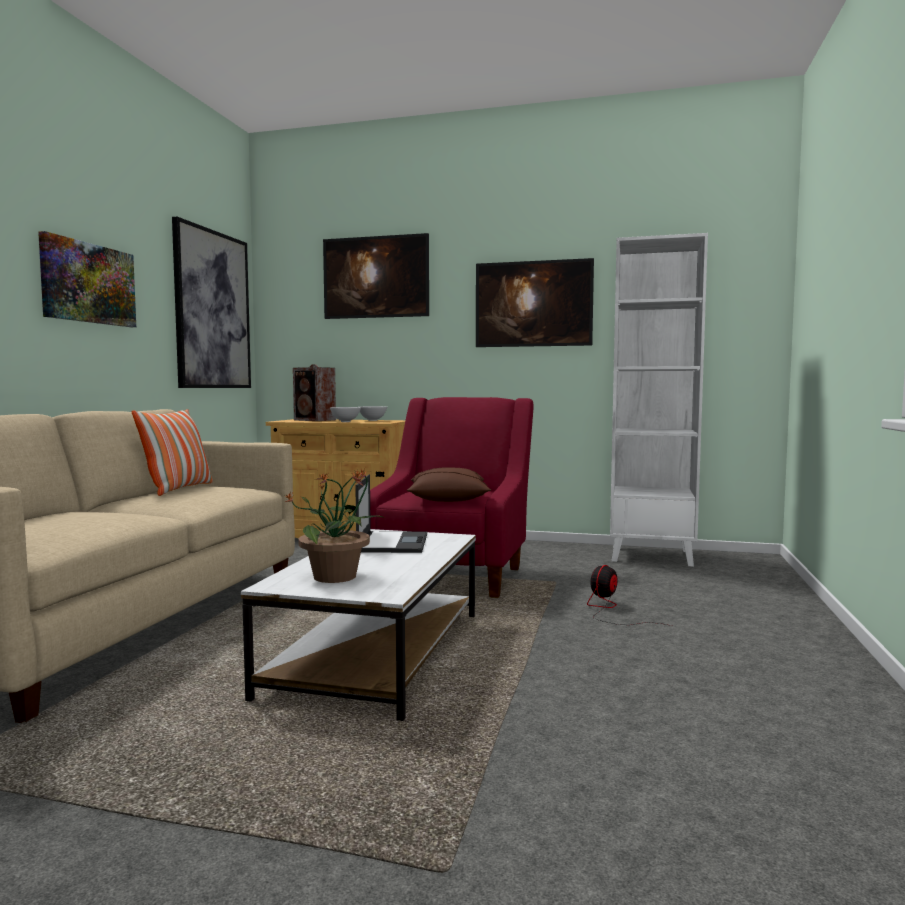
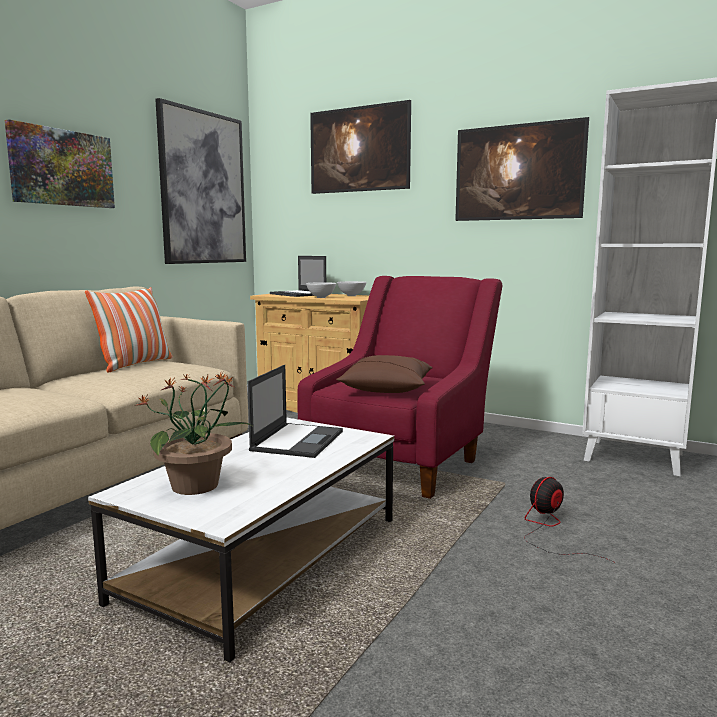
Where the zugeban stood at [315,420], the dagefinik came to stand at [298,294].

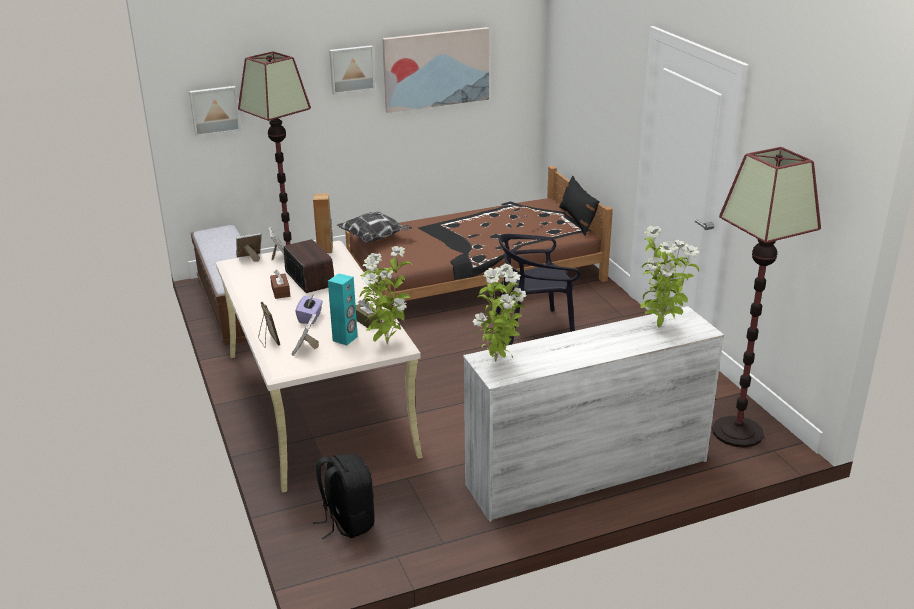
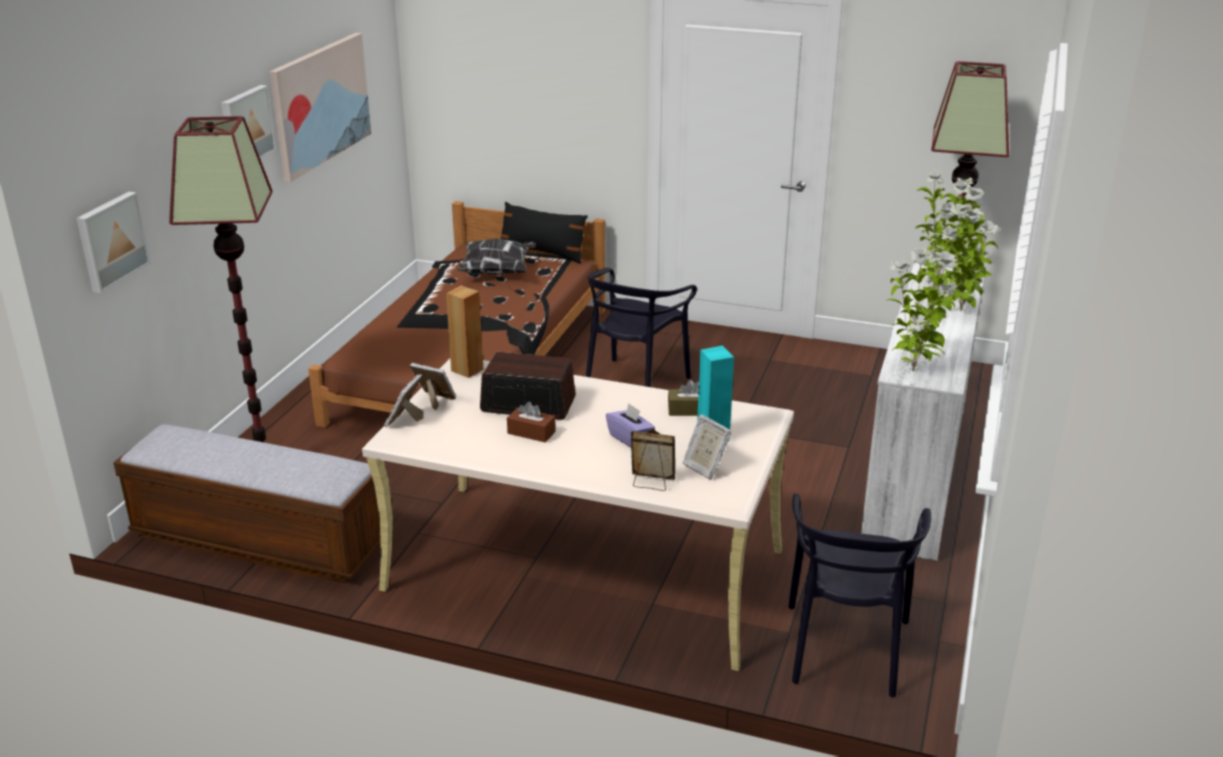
The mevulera ended up elsewhere, having gone from [375,238] to [498,271].
The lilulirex ended up elsewhere, having gone from [386,343] to [958,311].
Where the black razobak stood at [347,522], the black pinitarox came to stand at [845,648].

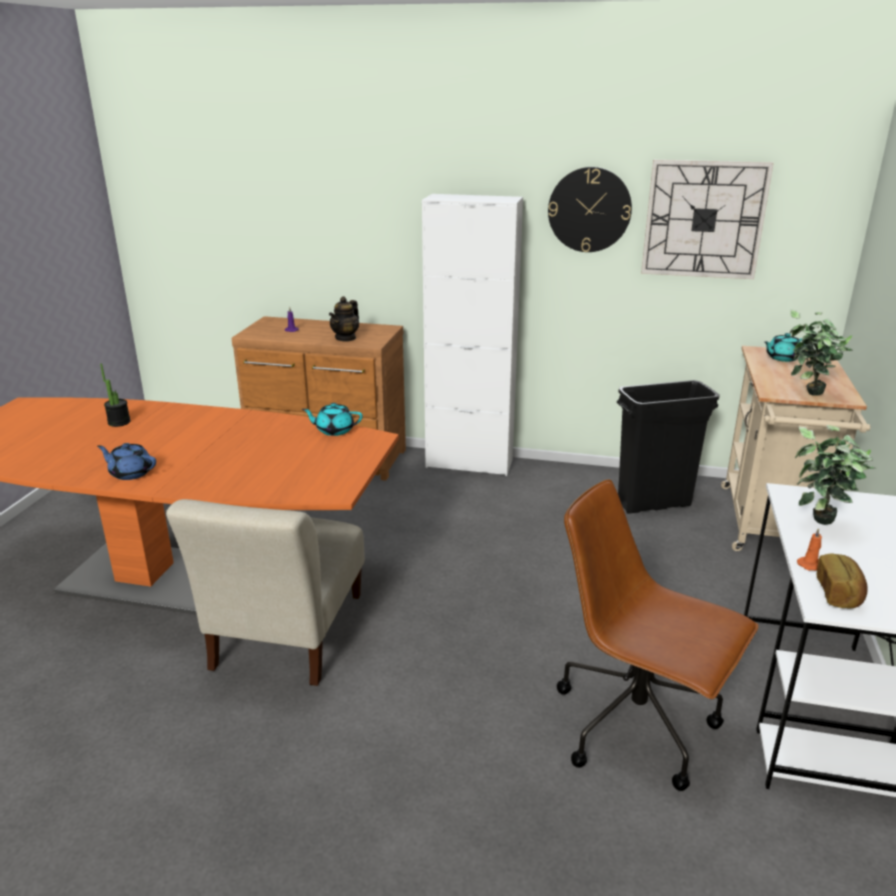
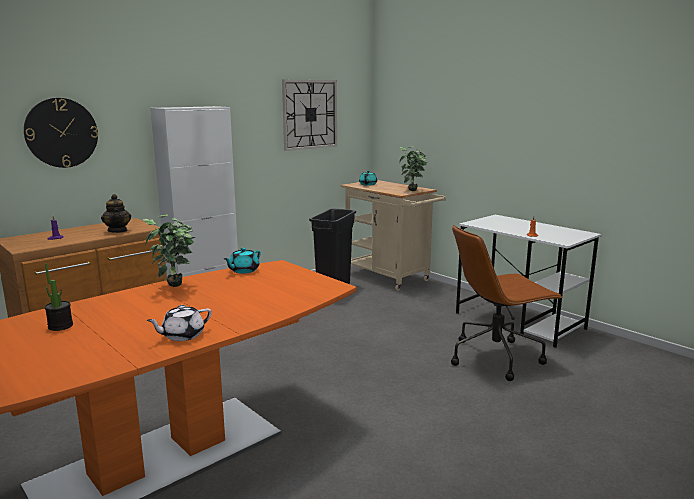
The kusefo ended up elsewhere, having gone from [589,210] to [61,133].
The lilulirex ended up elsewhere, having gone from [819,526] to [175,288].
What was the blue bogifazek at [130,473] turned into the white bogifazek at [182,335].
The second view lost the beige pinitarox at [286,636].
The second view lost the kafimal at [839,594].

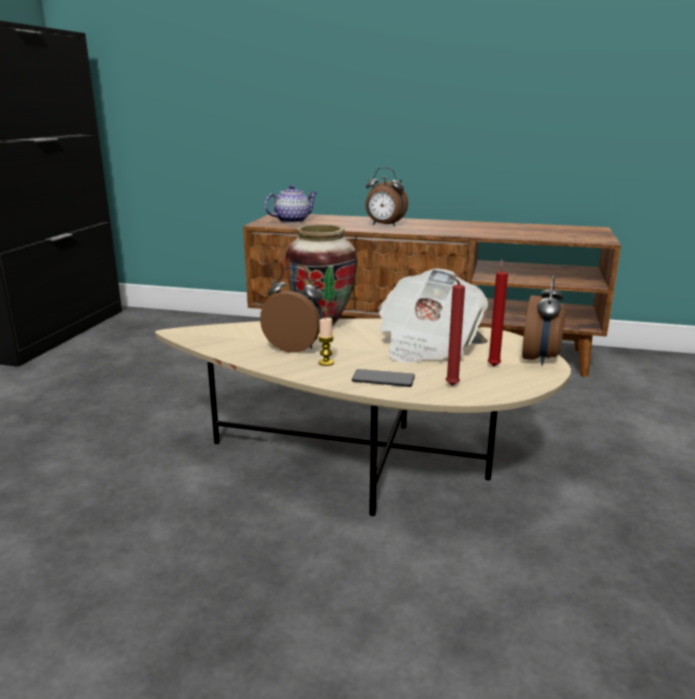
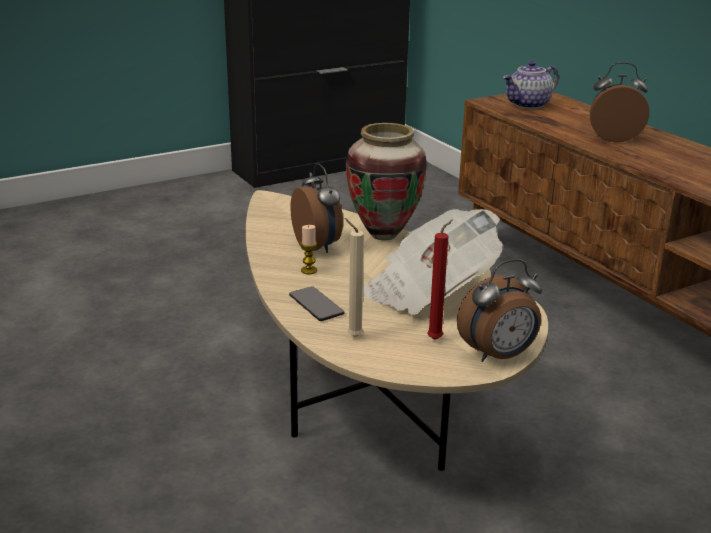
The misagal at [384,225] ended up facing another way, 120 degrees clockwise from before.
The bogifazek at [292,221] ended up facing another way, 135 degrees clockwise from before.
What was the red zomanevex at [450,385] turned into the beige zomanevex at [352,336].

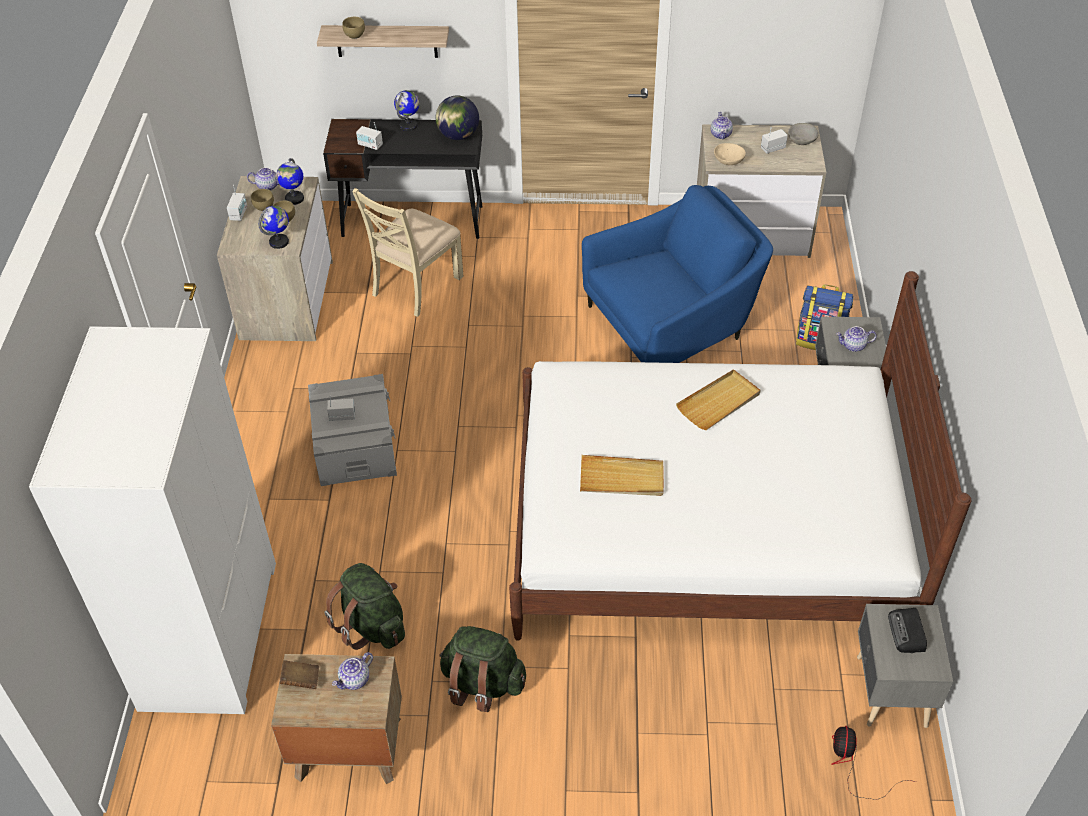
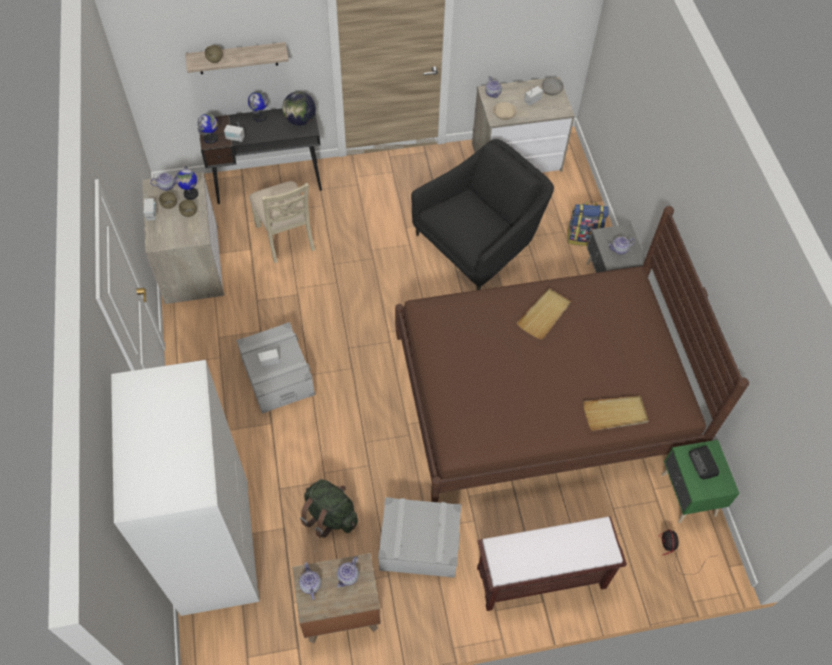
What was the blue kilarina at [672,326] turned into the black kilarina at [479,242].
The beige pinitarox at [416,285] ended up facing another way, 45 degrees counterclockwise from before.
The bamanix ended up elsewhere, having gone from [279,242] to [211,138].
What was the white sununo at [705,528] turned into the brown sununo at [540,397].
The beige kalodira ended up elsewhere, having gone from [622,479] to [615,414].
What was the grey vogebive at [889,692] turned into the green vogebive at [687,496].
Where the green razobak stood at [482,684], the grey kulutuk came to stand at [419,544].
Where the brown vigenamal stood at [301,680], the bogifazek came to stand at [310,584].
The second view gained the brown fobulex at [540,578].

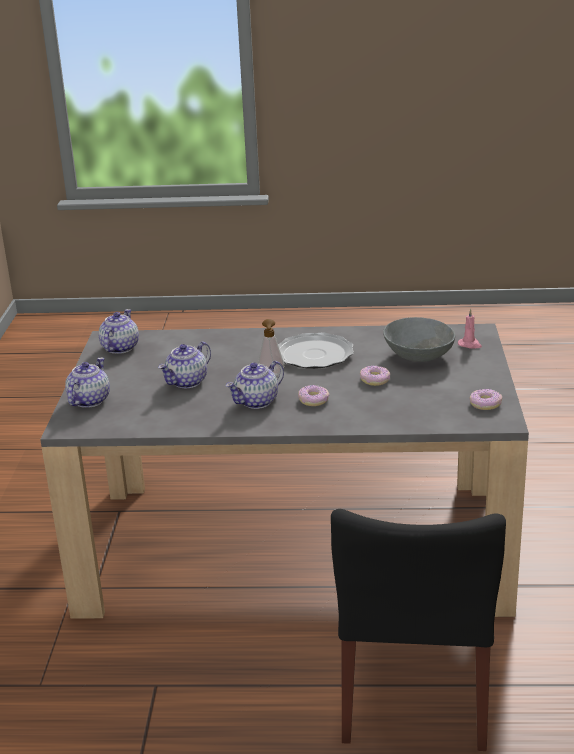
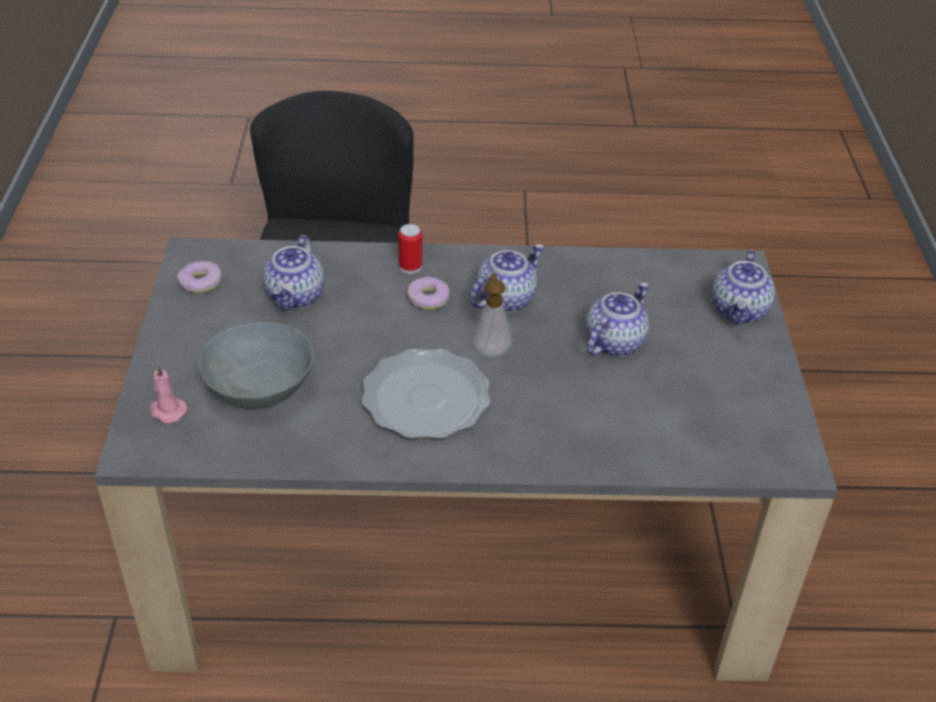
The bogifazek ended up elsewhere, having gone from [119,348] to [296,297].
The second view lost the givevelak at [375,380].
The second view gained the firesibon at [410,266].

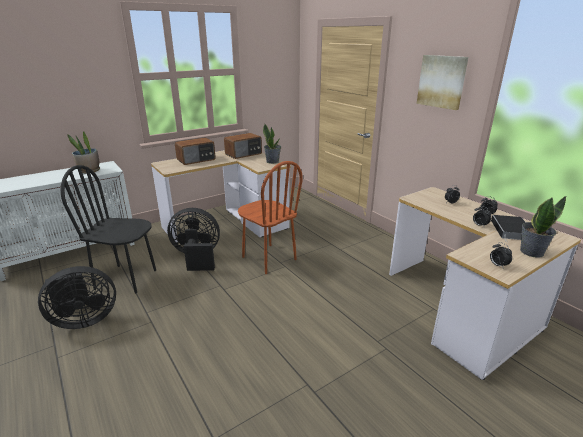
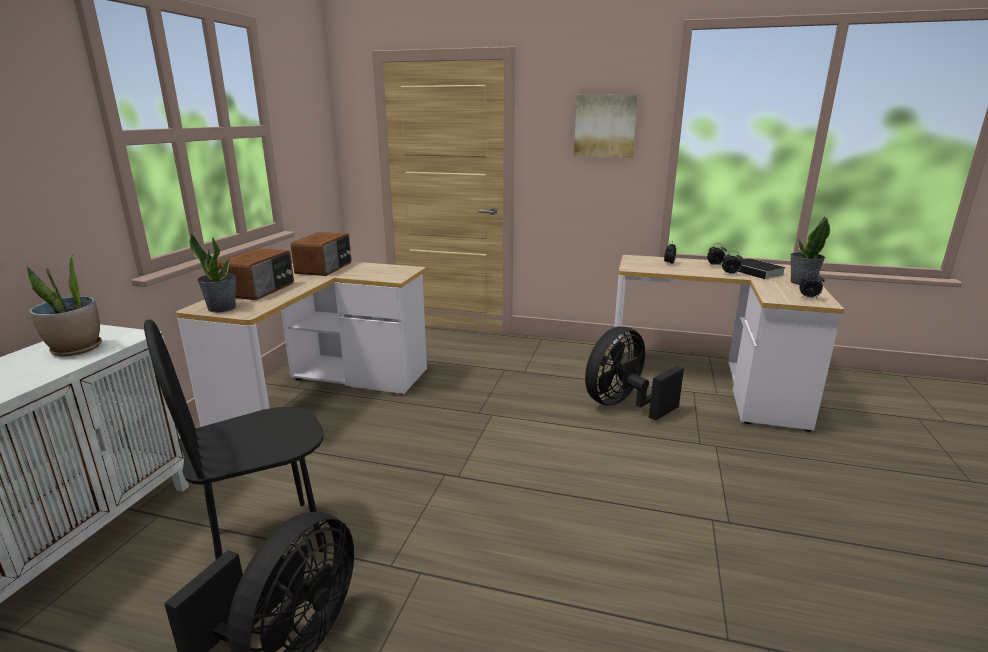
The lilulirex ended up elsewhere, having gone from [272,161] to [222,308].
The second view lost the brown pinitarox at [268,258].
The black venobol ended up elsewhere, having gone from [197,257] to [623,405].

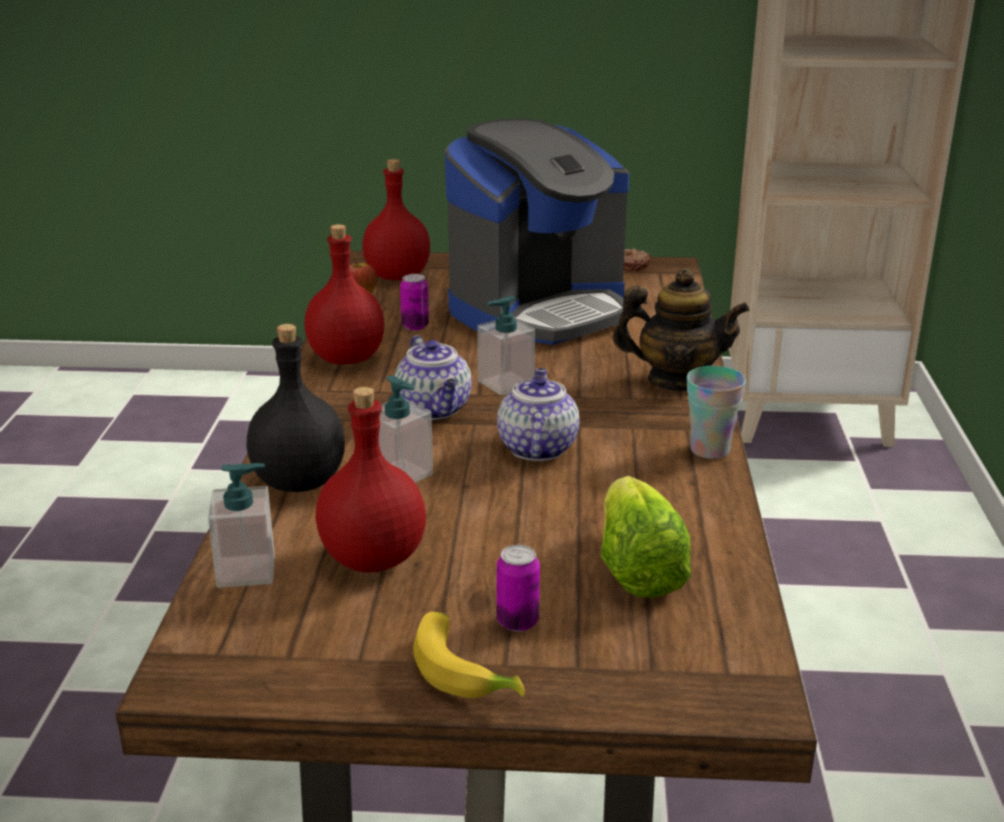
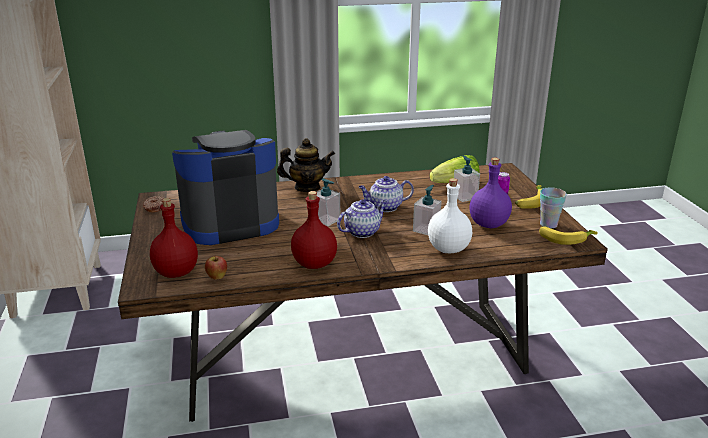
The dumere at [539,310] ended up facing another way, 60 degrees counterclockwise from before.
The bogifazek at [676,381] ended up facing another way, 90 degrees clockwise from before.
The second view lost the firesibon at [415,326].
What was the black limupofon at [300,481] turned into the white limupofon at [447,249].
The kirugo ended up elsewhere, having gone from [709,450] to [548,224].
What was the red limupofon at [373,557] turned into the purple limupofon at [488,224].
The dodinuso ended up elsewhere, having gone from [246,570] to [465,197].
The second view gained the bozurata at [565,238].

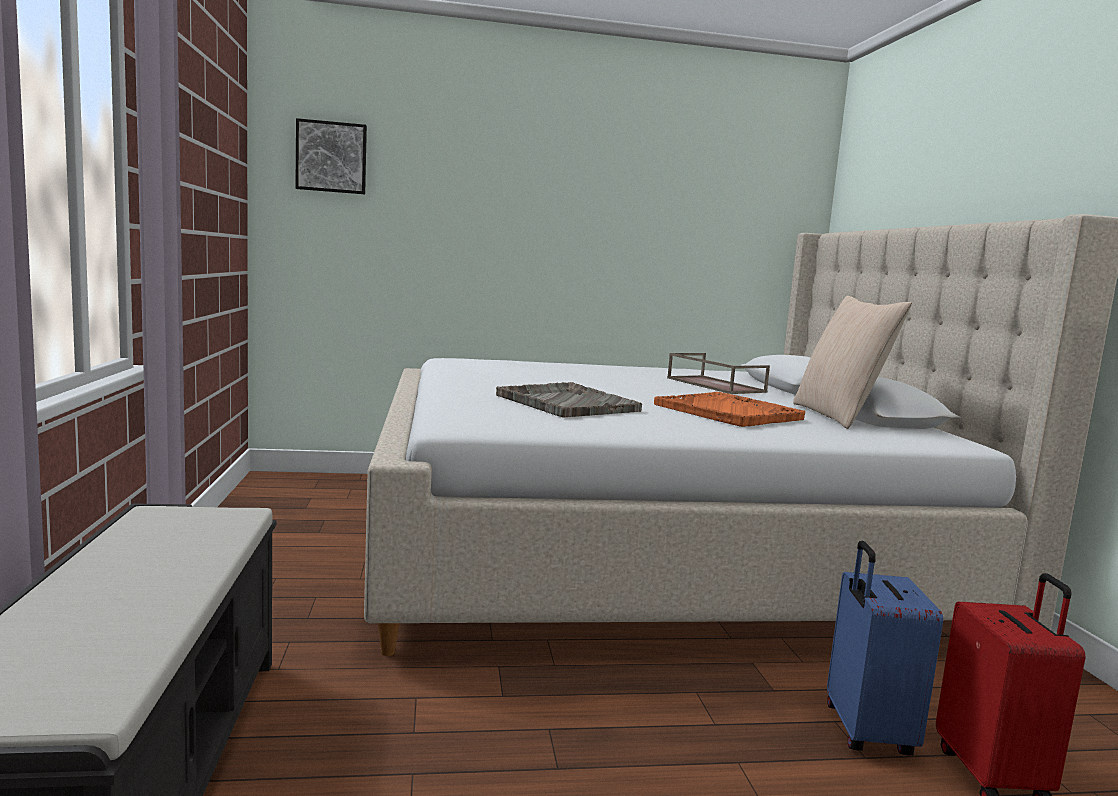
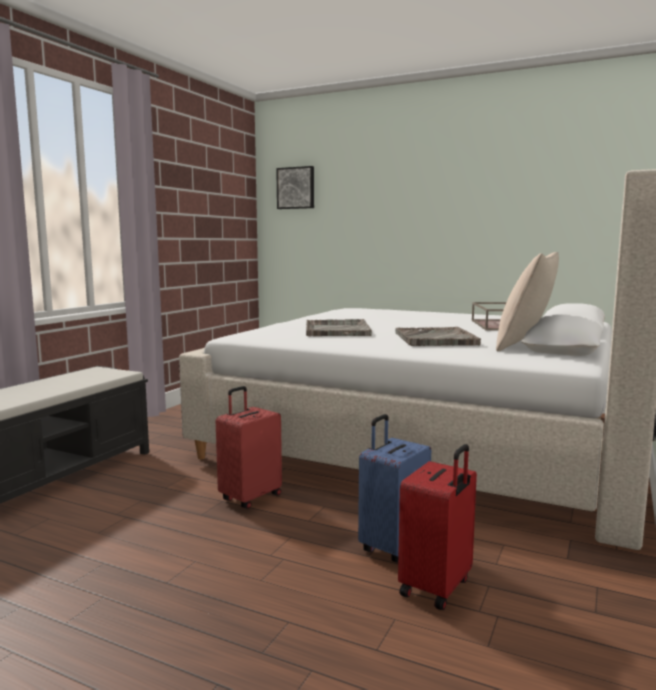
What was the orange kalodira at [728,412] turned into the grey kalodira at [435,339].
The second view gained the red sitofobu at [250,497].

